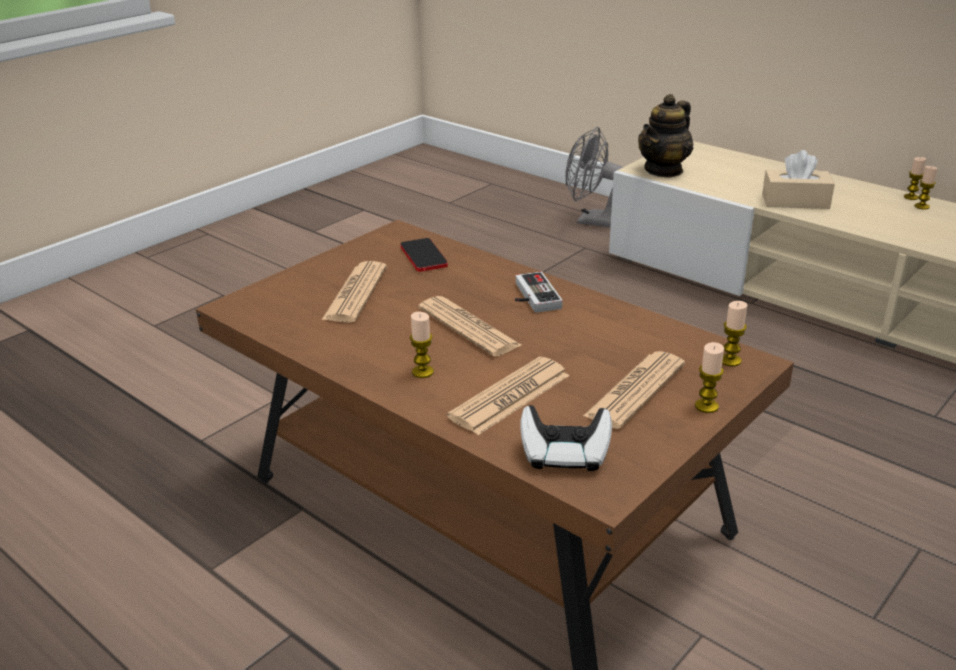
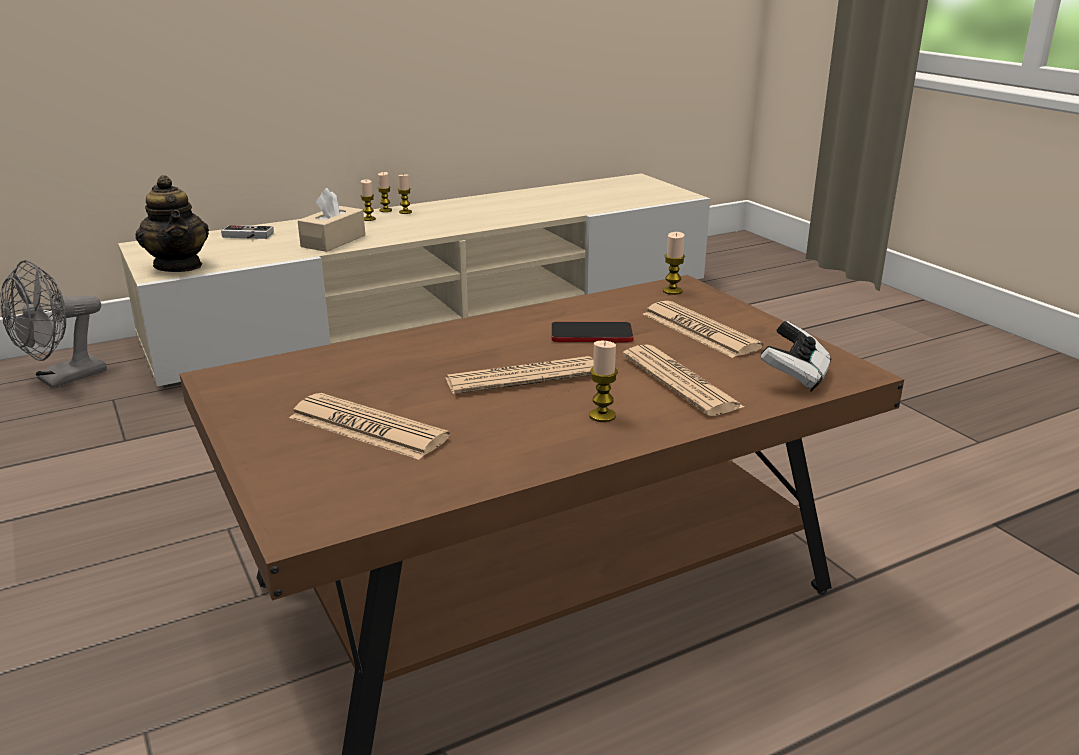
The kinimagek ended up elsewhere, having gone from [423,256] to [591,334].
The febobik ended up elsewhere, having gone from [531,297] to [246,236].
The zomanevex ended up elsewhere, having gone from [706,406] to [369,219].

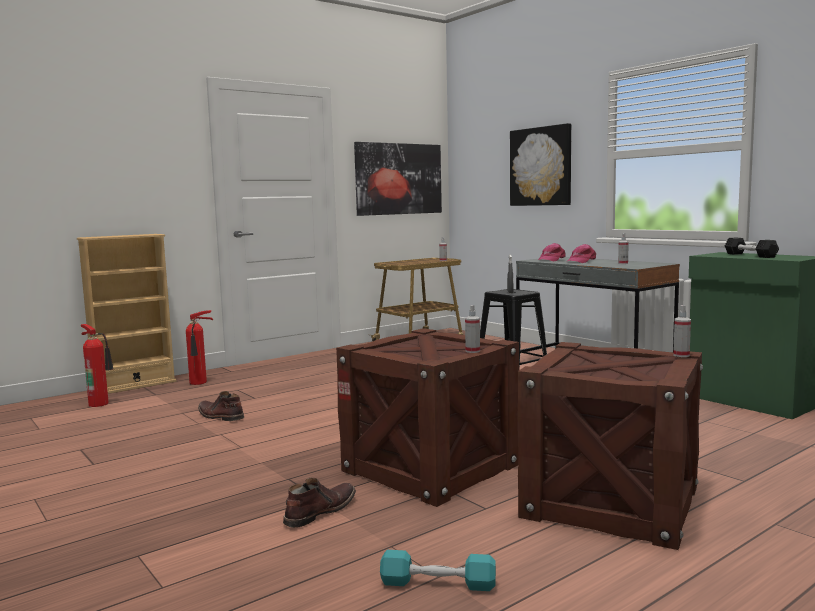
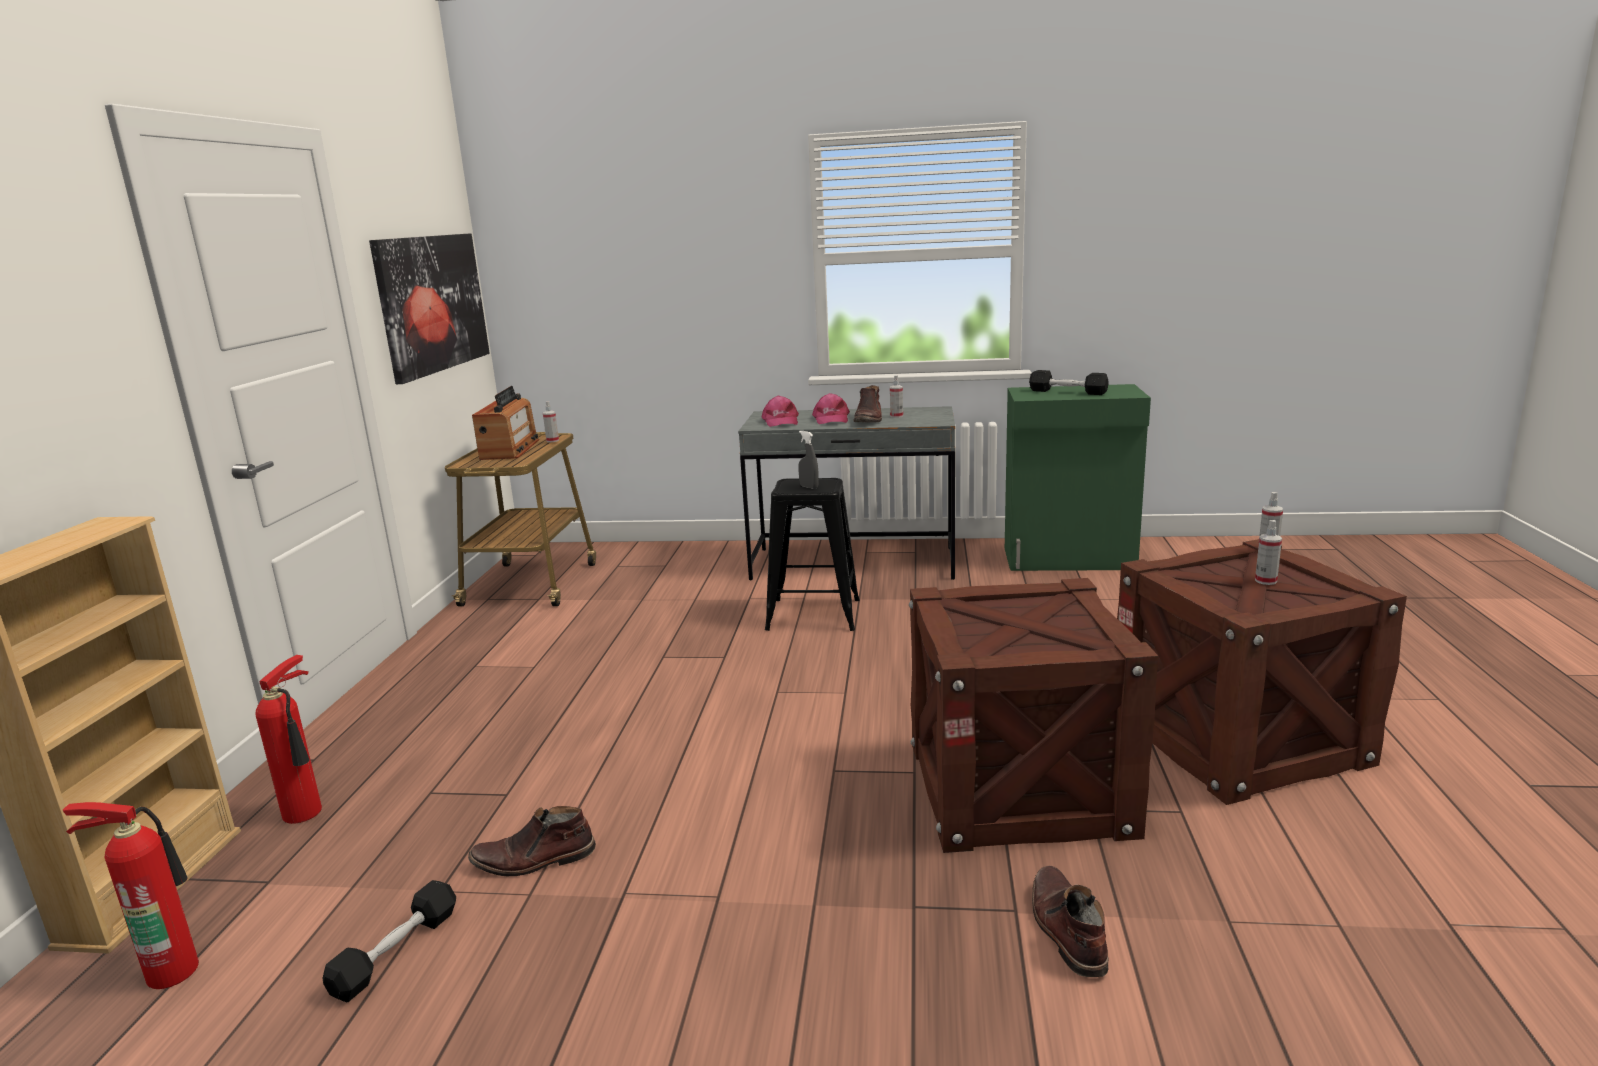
The second view lost the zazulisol at [541,166].
The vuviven ended up elsewhere, having gone from [472,351] to [1265,581].
The second view lost the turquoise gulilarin at [438,583].
The second view gained the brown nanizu at [869,419].
The second view gained the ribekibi at [509,449].
The second view gained the black gulilarin at [396,952].

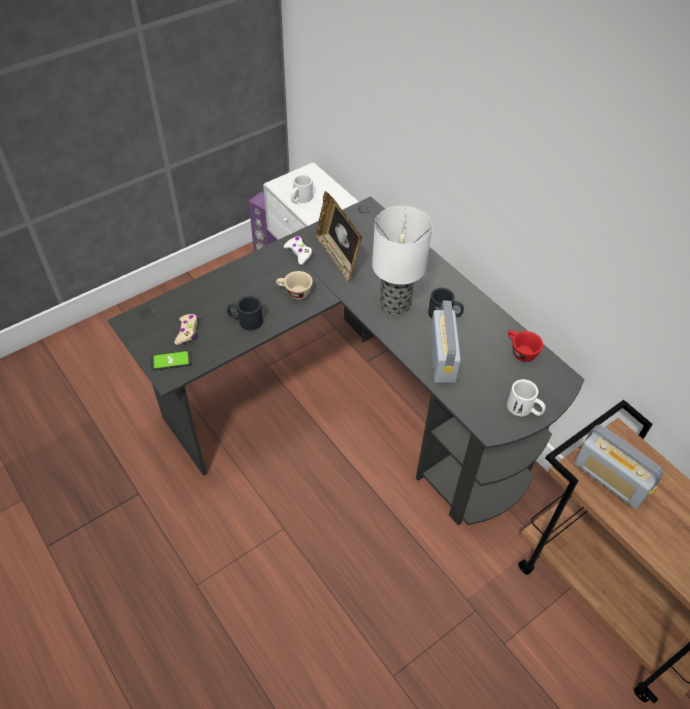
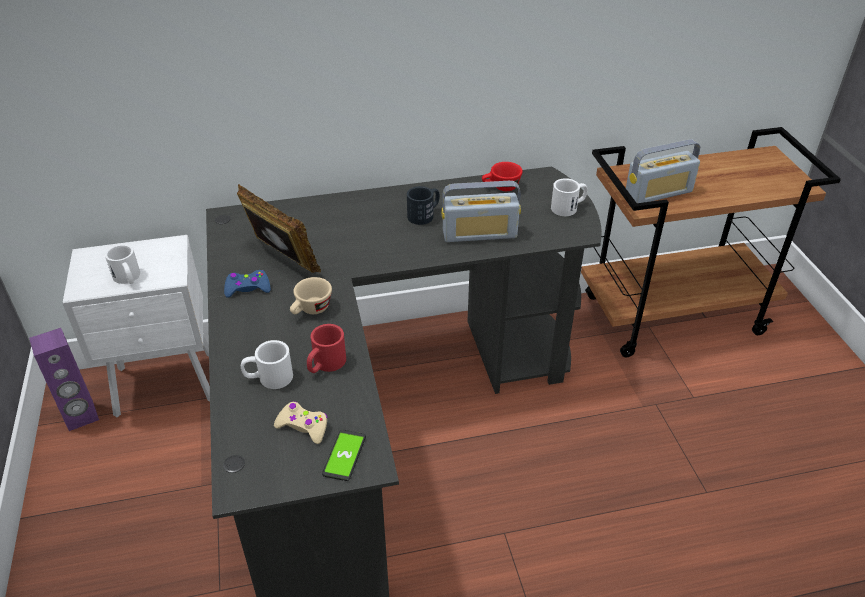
The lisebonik at [338,256] ended up facing another way, 135 degrees counterclockwise from before.
The second view lost the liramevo at [394,303].
What was the white febobik at [299,253] turned into the blue febobik at [247,288].
What was the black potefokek at [245,321] turned into the red potefokek at [325,364].
The ribekibi at [442,357] ended up facing another way, 150 degrees clockwise from before.
The second view gained the white potefokek at [268,378].

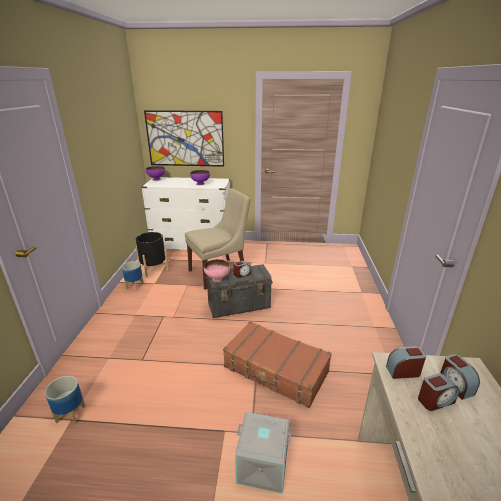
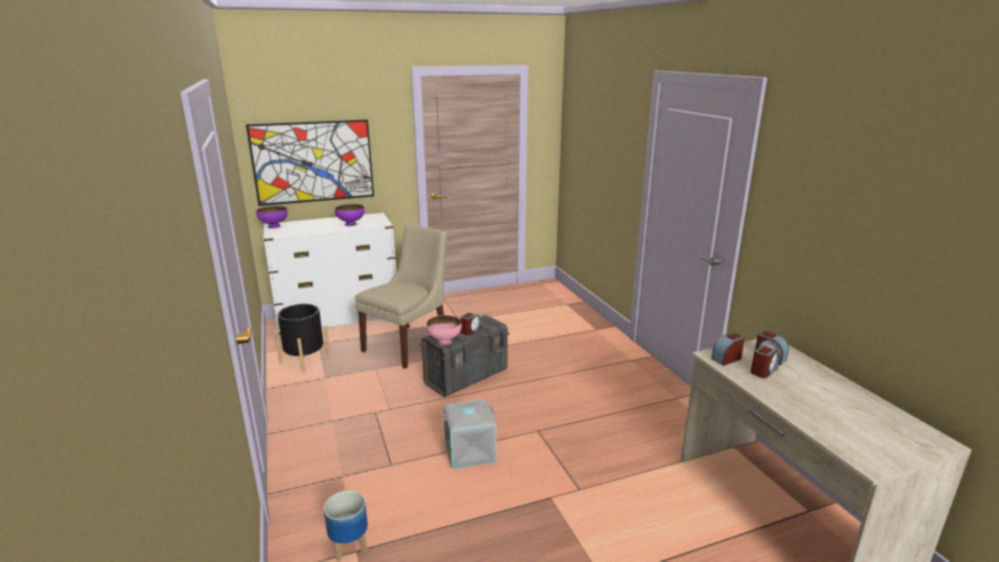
The second view lost the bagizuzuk at [135,285].
The second view lost the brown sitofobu at [275,370].
The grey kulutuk ended up elsewhere, having gone from [262,465] to [469,452].

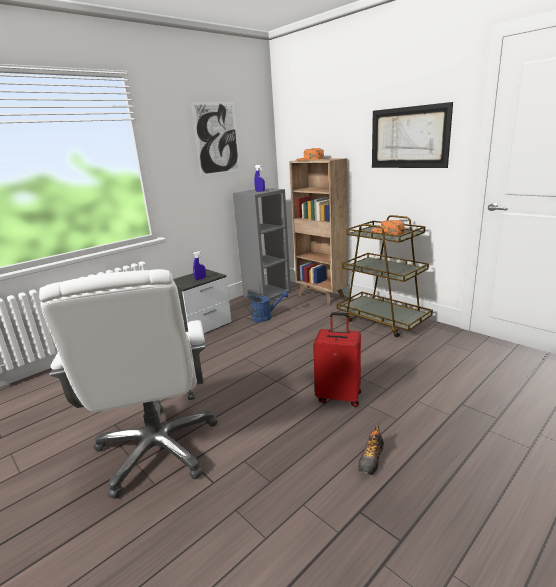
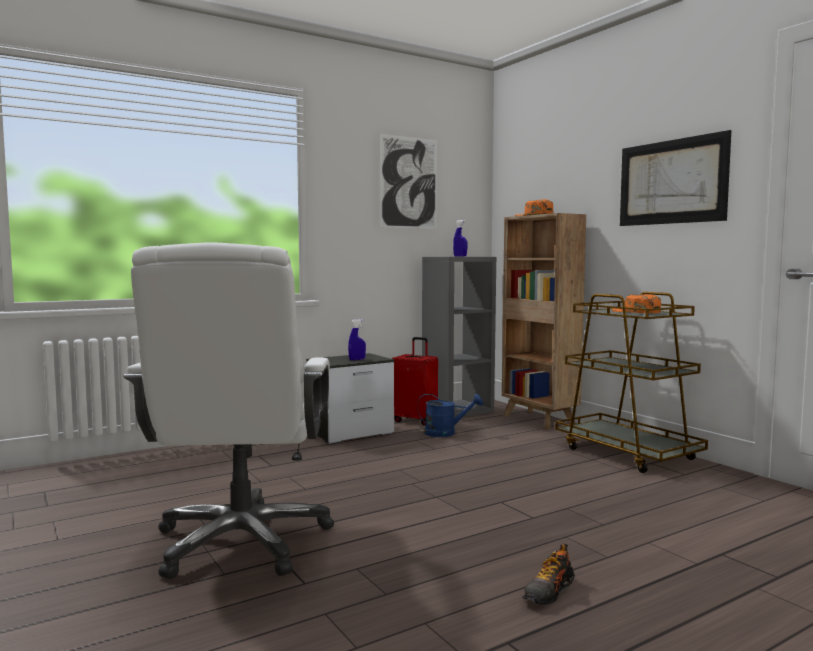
The red sitofobu ended up elsewhere, having gone from [339,396] to [415,420].

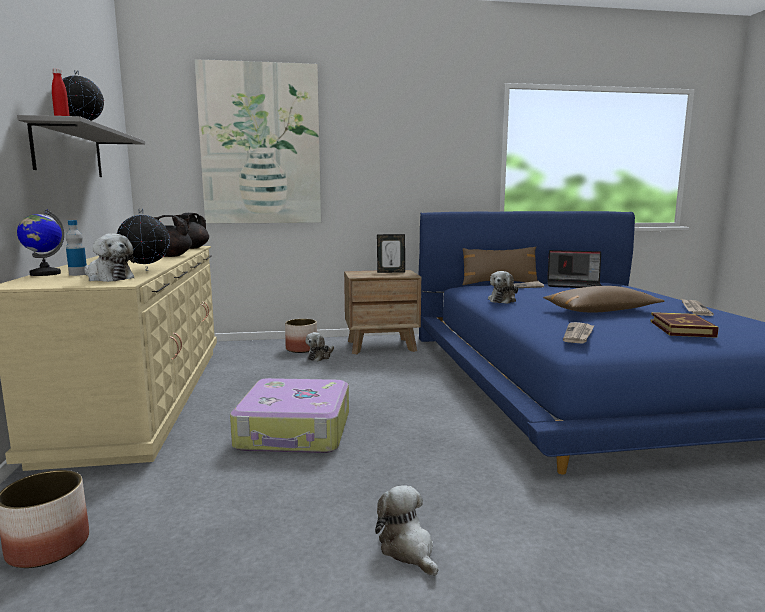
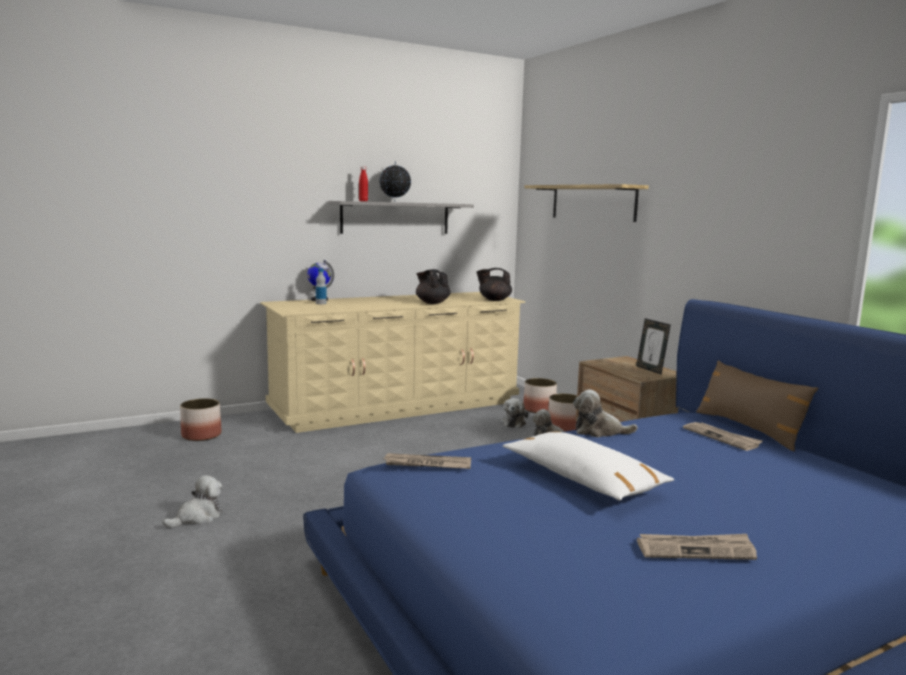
Where the zazulisol hung at [260,145], the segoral came to hang at [592,202].
The second view lost the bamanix at [146,271].
The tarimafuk ended up elsewhere, having gone from [108,278] to [513,422].
The second view lost the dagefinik at [574,285].
What was the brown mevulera at [600,311] turned into the white mevulera at [582,479].
The second view lost the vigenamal at [681,329].
The second view lost the sitofobu at [295,431].
The second view gained the bagizuzuk at [539,409].

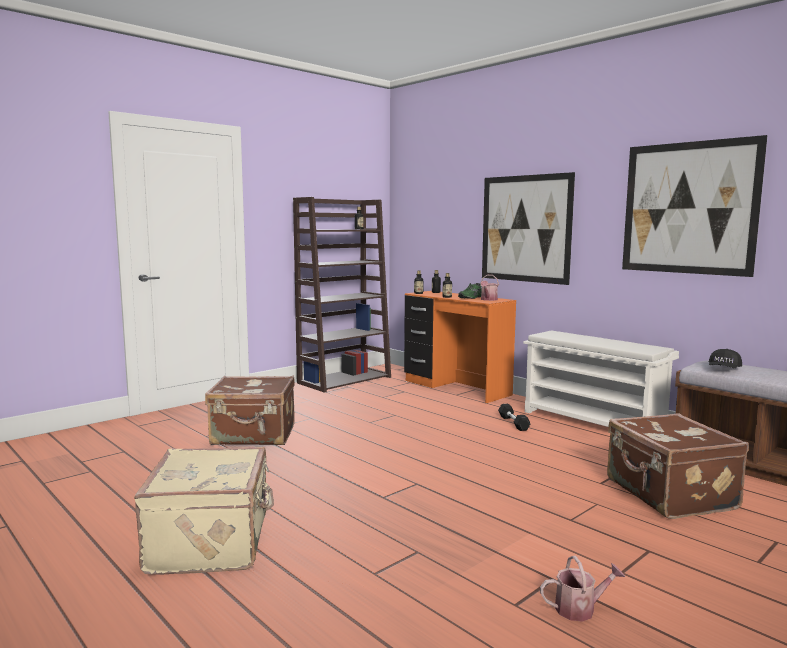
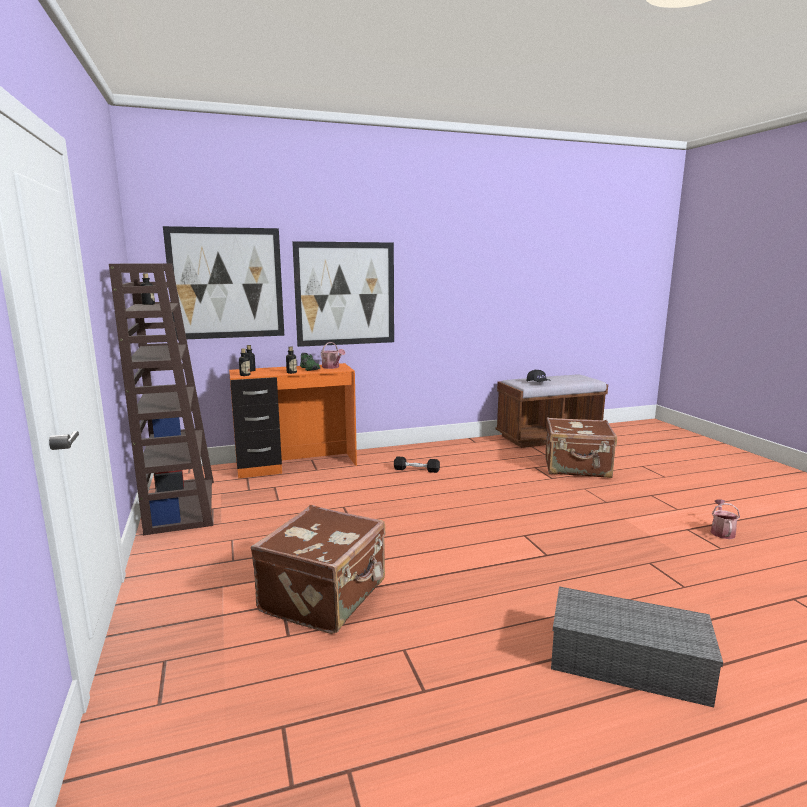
The zazulisol ended up elsewhere, having gone from [688,208] to [226,283].
The second view lost the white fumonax at [593,422].
Where the beige sitofobu stood at [212,542], the grey kulutuk came to stand at [625,663].

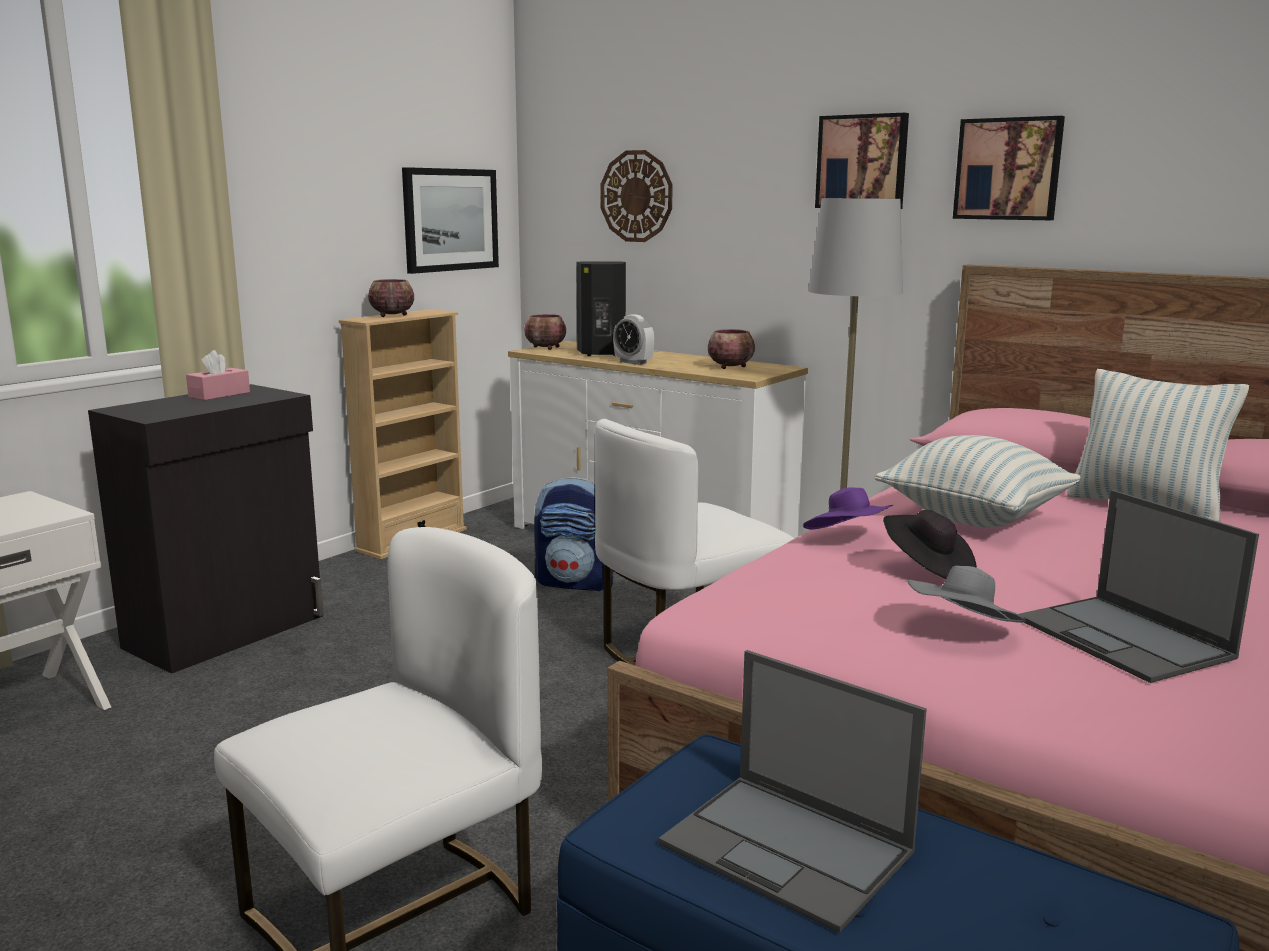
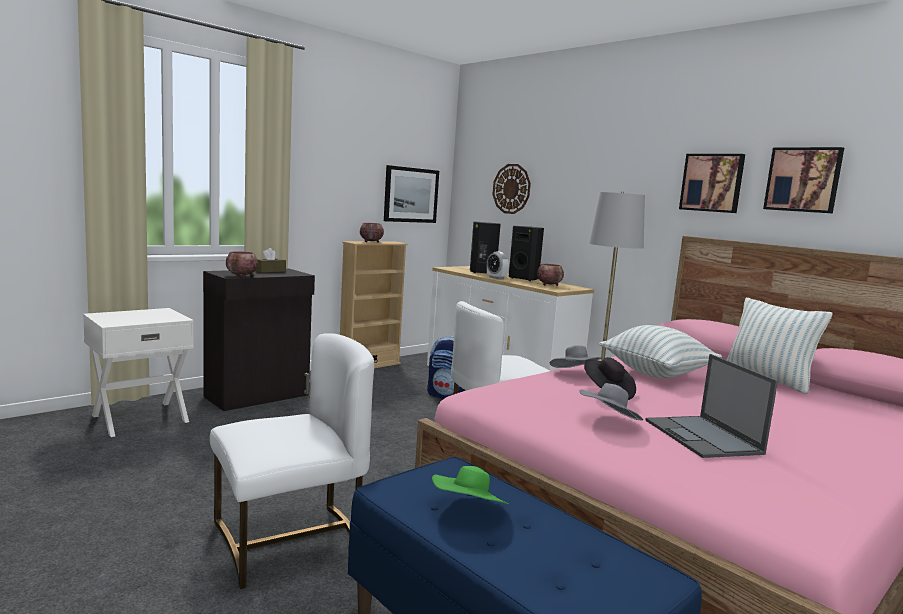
The zazulisol ended up elsewhere, having gone from [862,162] to [803,180].
The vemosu ended up elsewhere, having gone from [546,348] to [241,276].
What was the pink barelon at [219,394] turned into the brown barelon at [270,271].
What was the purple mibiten at [848,539] turned into the grey mibiten at [574,374].
Where the dagefinik stood at [789,849], the green mibiten came to stand at [468,510].
The second view gained the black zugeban at [524,279].

